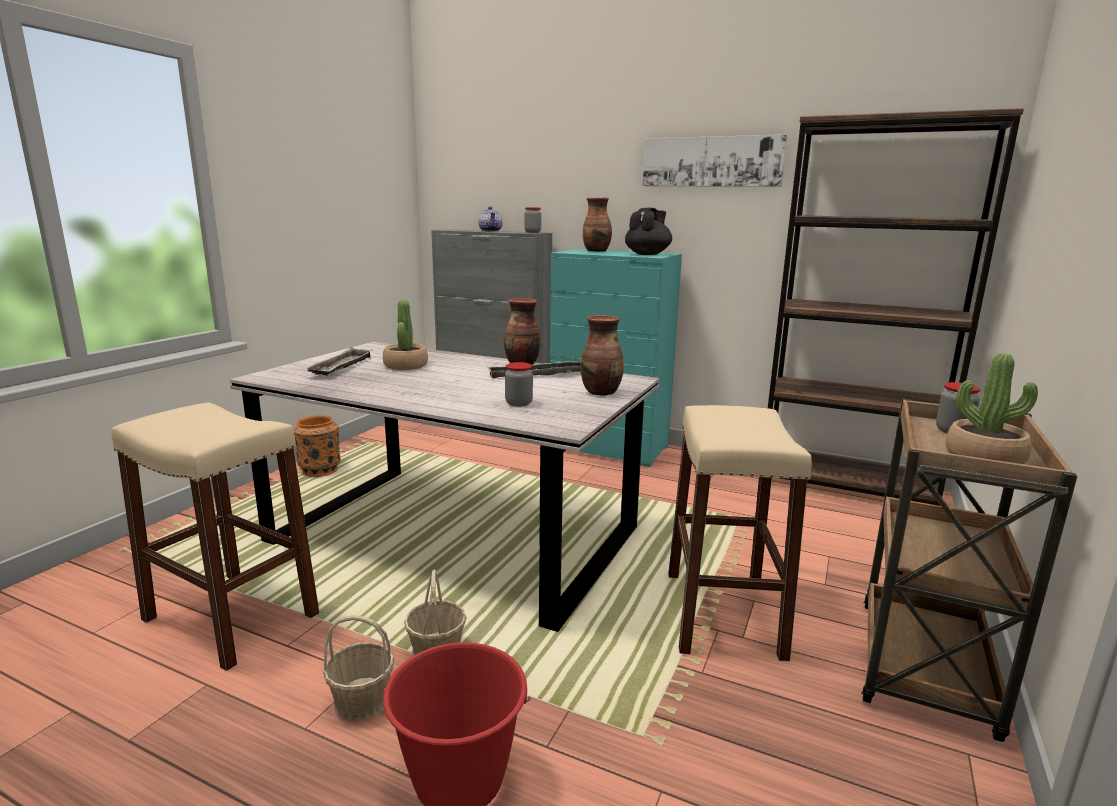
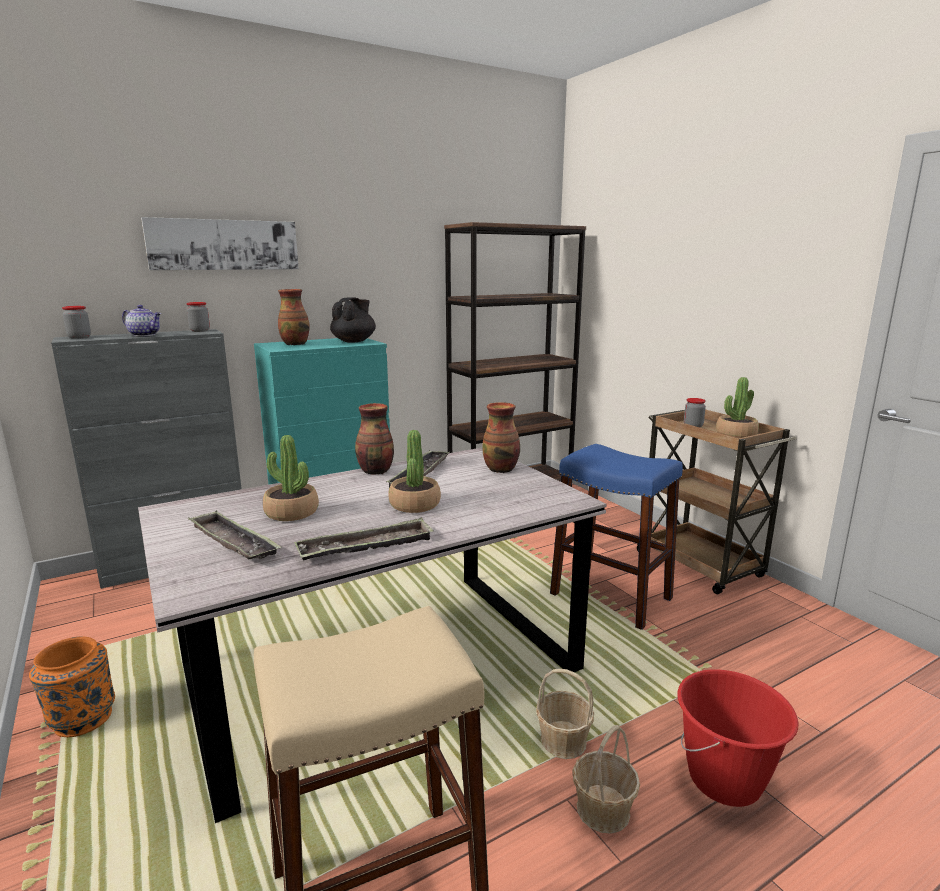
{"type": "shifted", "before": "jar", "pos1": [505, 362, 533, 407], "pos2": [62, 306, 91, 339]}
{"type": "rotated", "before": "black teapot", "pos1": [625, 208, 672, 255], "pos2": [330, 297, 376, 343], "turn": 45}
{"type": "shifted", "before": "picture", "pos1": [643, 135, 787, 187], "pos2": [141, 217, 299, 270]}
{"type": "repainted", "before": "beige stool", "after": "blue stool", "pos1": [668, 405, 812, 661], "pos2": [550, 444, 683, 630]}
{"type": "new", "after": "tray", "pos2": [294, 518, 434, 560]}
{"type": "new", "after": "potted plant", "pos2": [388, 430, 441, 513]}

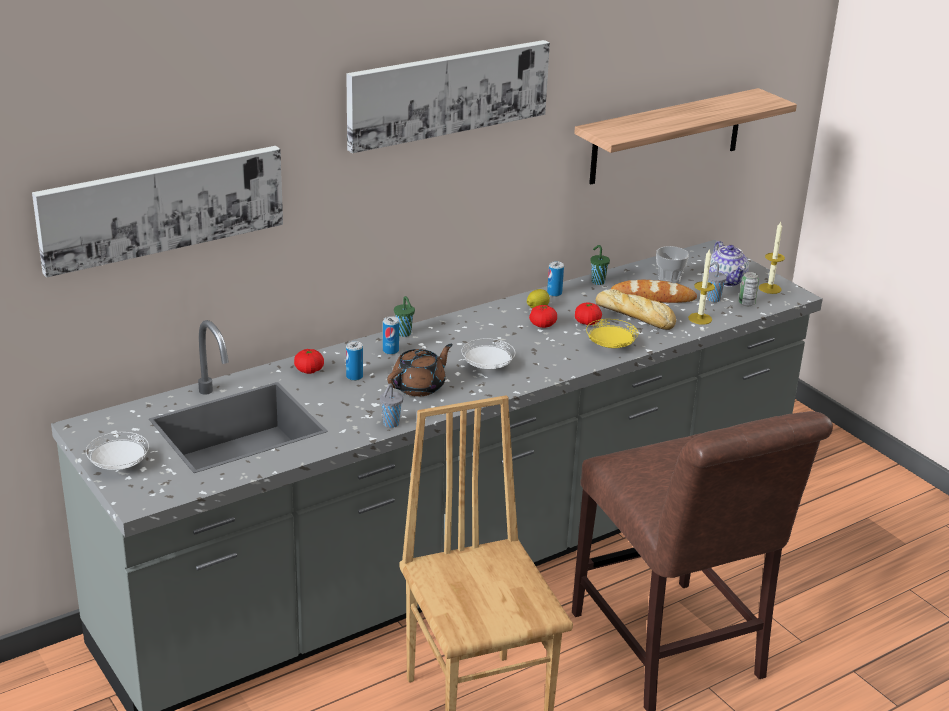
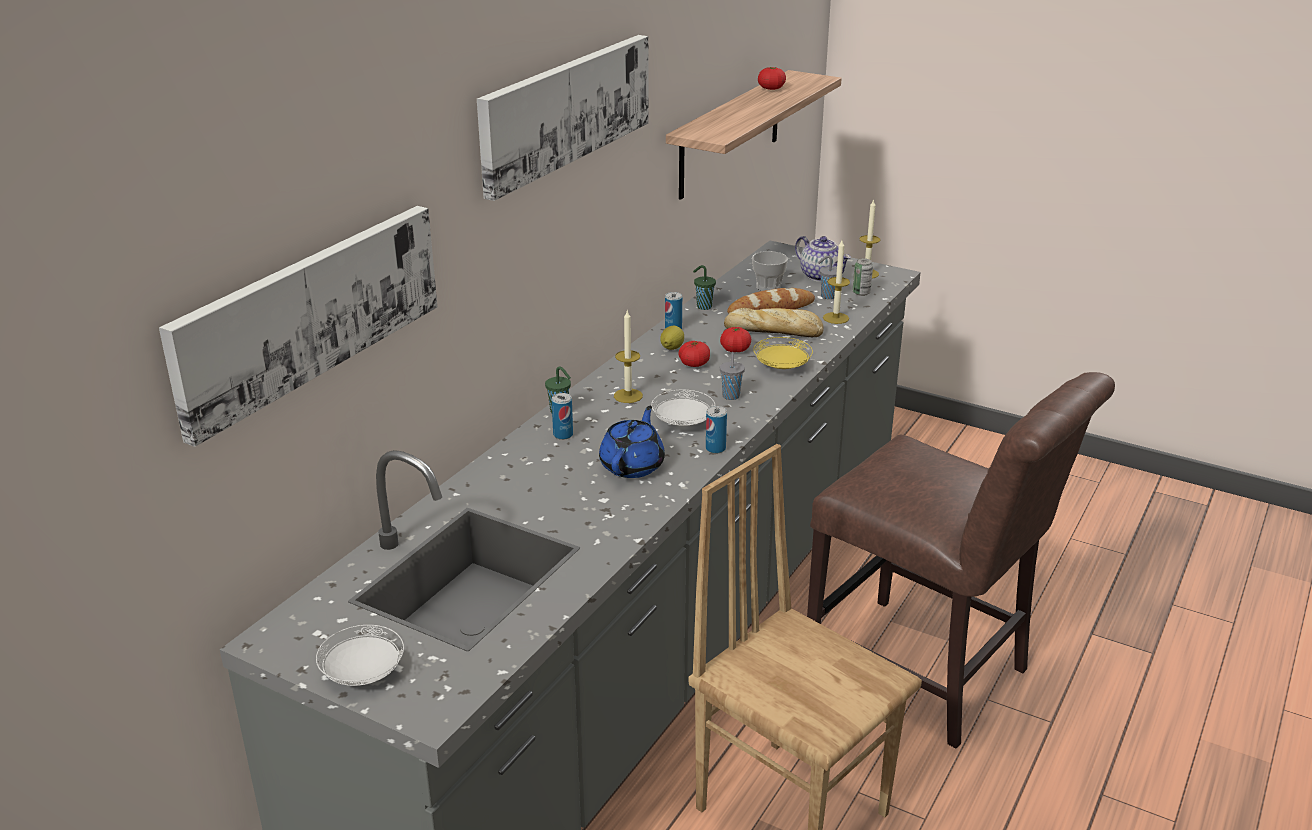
{"type": "shifted", "before": "tomato", "pos1": [294, 349, 324, 374], "pos2": [758, 67, 786, 90]}
{"type": "shifted", "before": "can", "pos1": [346, 341, 363, 381], "pos2": [706, 406, 727, 454]}
{"type": "shifted", "before": "grey cup", "pos1": [380, 383, 403, 428], "pos2": [720, 352, 745, 400]}
{"type": "repainted", "before": "brown teapot", "after": "blue teapot", "pos1": [387, 344, 453, 397], "pos2": [599, 406, 665, 478]}
{"type": "new", "after": "candle", "pos2": [614, 311, 643, 403]}

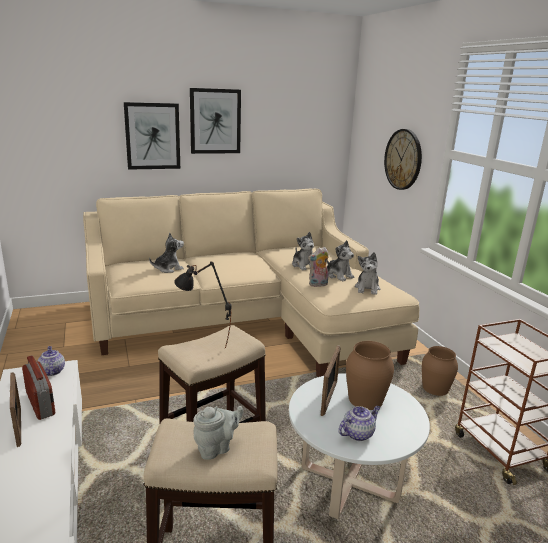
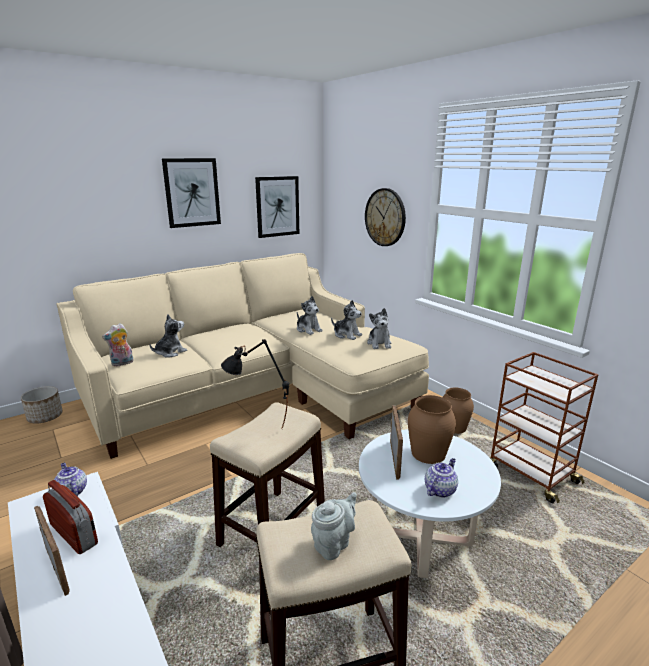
{"type": "shifted", "before": "picture", "pos1": [124, 102, 180, 170], "pos2": [255, 176, 299, 238]}
{"type": "shifted", "before": "plush toy", "pos1": [308, 247, 329, 287], "pos2": [102, 323, 134, 366]}
{"type": "new", "after": "planter", "pos2": [21, 386, 63, 424]}

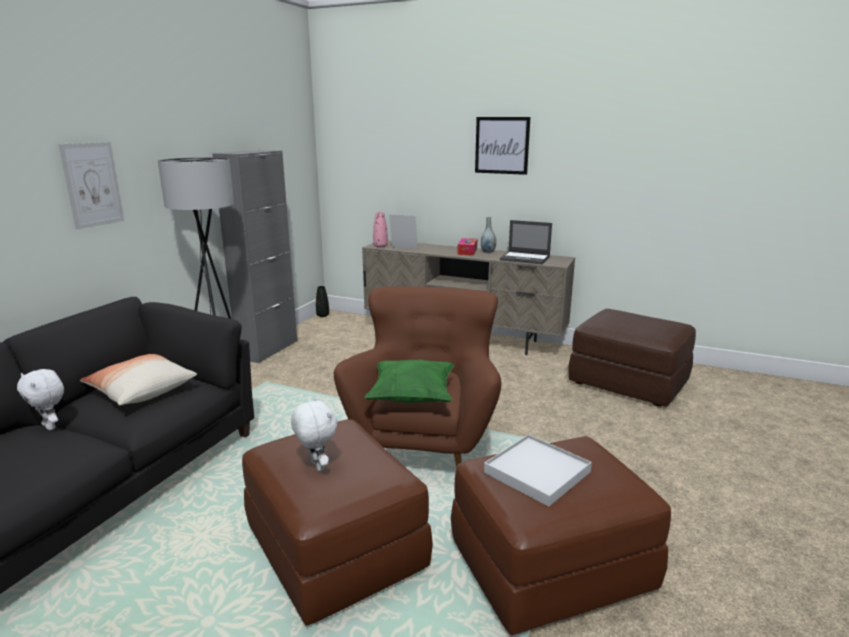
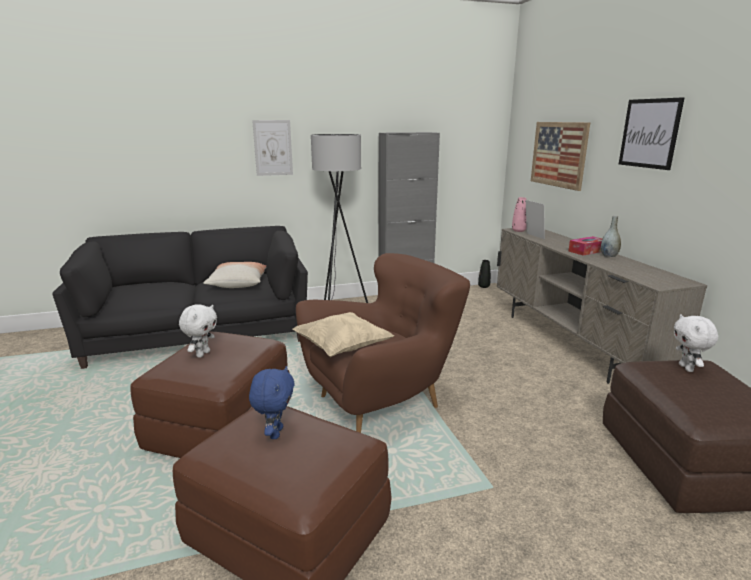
{"type": "shifted", "before": "white plush toy", "pos1": [17, 369, 64, 430], "pos2": [674, 314, 718, 372]}
{"type": "repainted", "before": "green pillow", "after": "beige pillow", "pos1": [364, 359, 455, 403], "pos2": [292, 312, 395, 357]}
{"type": "swapped", "before": "white tray", "after": "blue plush toy", "pos1": [484, 434, 592, 507], "pos2": [249, 366, 295, 439]}
{"type": "gone", "before": "laptop", "pos1": [500, 220, 552, 264]}
{"type": "new", "after": "picture", "pos2": [531, 122, 590, 191]}

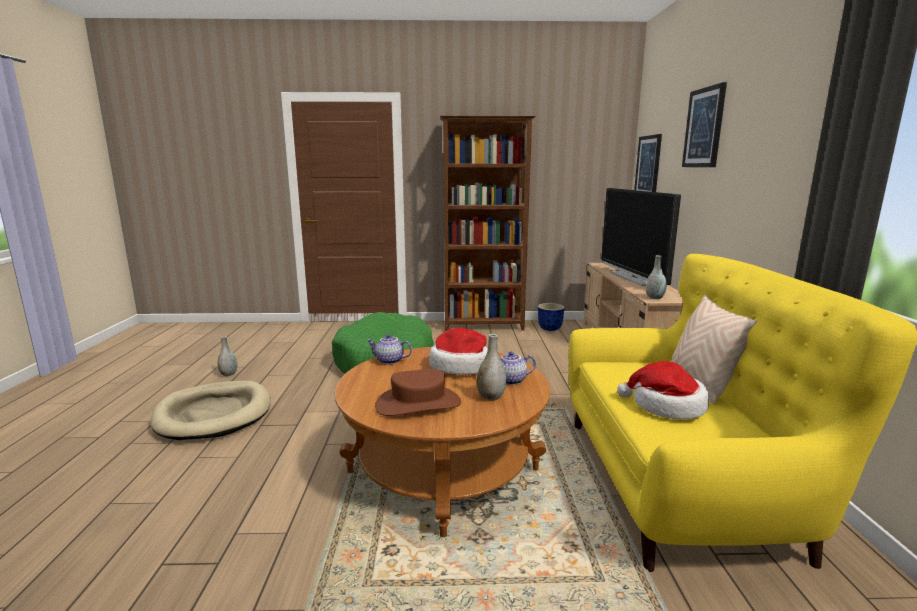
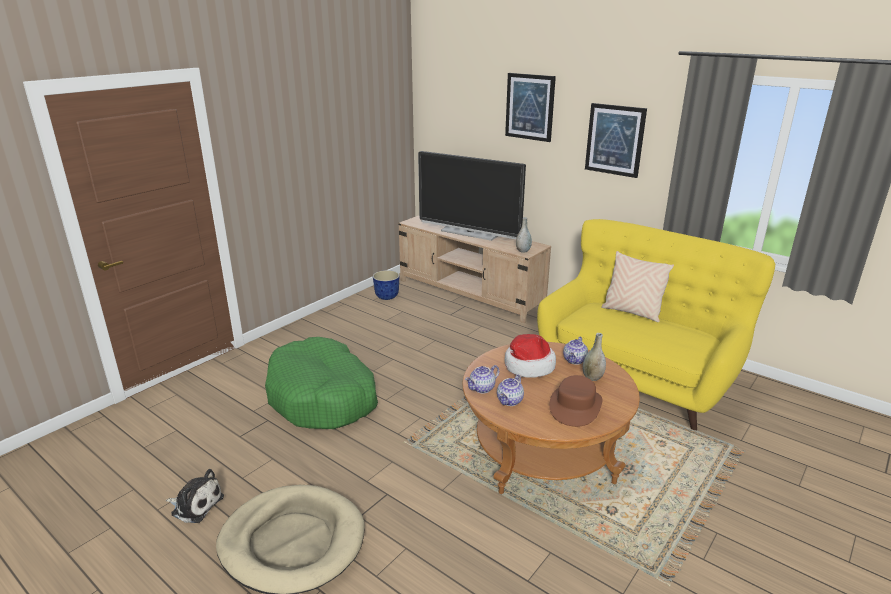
{"type": "swapped", "before": "grey vase", "after": "plush toy", "pos1": [218, 336, 237, 376], "pos2": [166, 469, 224, 523]}
{"type": "gone", "before": "brown bookcase", "pos1": [440, 116, 536, 331]}
{"type": "gone", "before": "hat", "pos1": [617, 361, 709, 420]}
{"type": "shifted", "before": "picture", "pos1": [634, 134, 662, 192], "pos2": [585, 103, 647, 178]}
{"type": "new", "after": "teapot", "pos2": [497, 375, 524, 406]}

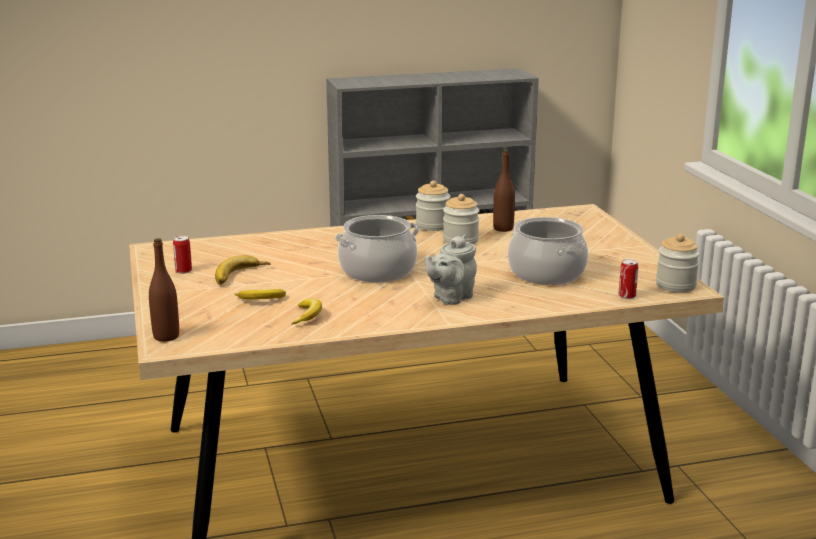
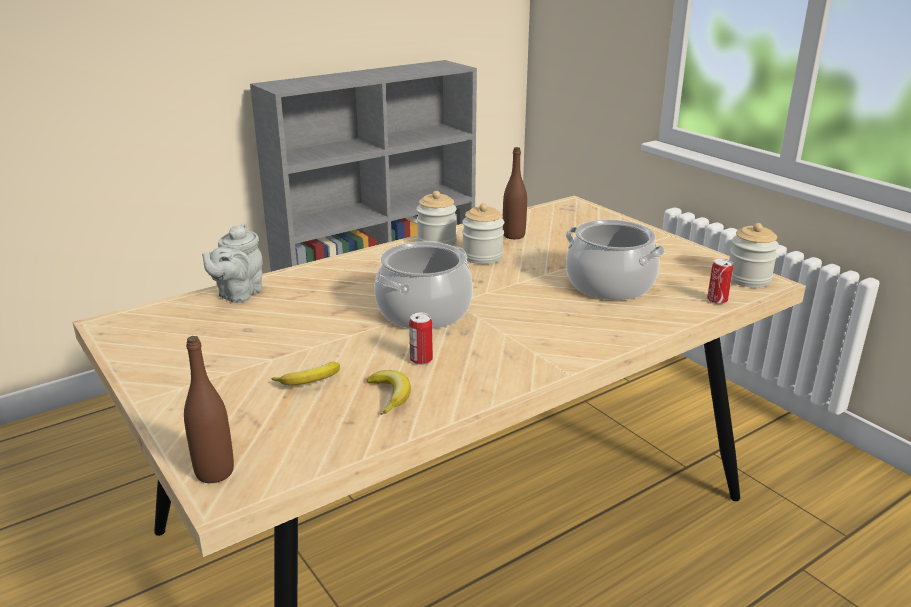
{"type": "shifted", "before": "can", "pos1": [173, 236, 192, 274], "pos2": [409, 313, 433, 365]}
{"type": "gone", "before": "banana", "pos1": [215, 255, 271, 285]}
{"type": "shifted", "before": "grey teapot", "pos1": [425, 235, 477, 305], "pos2": [202, 223, 263, 303]}

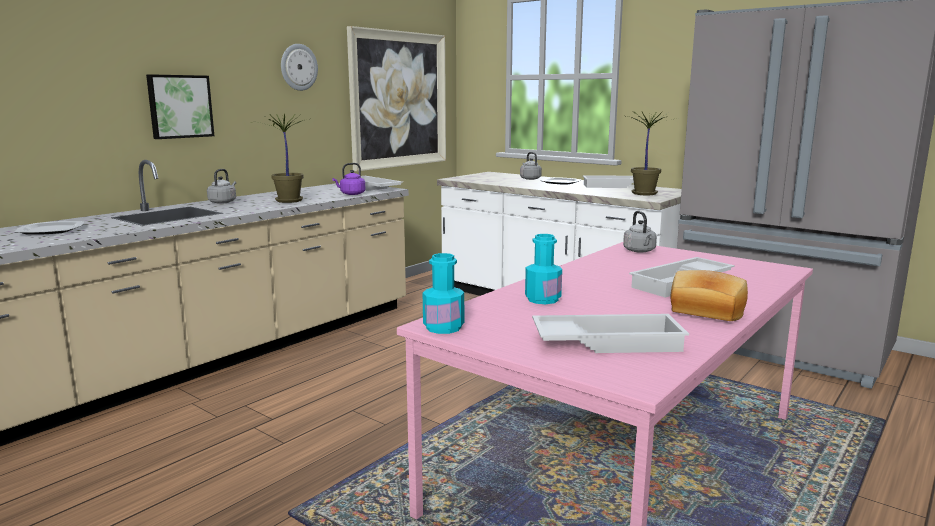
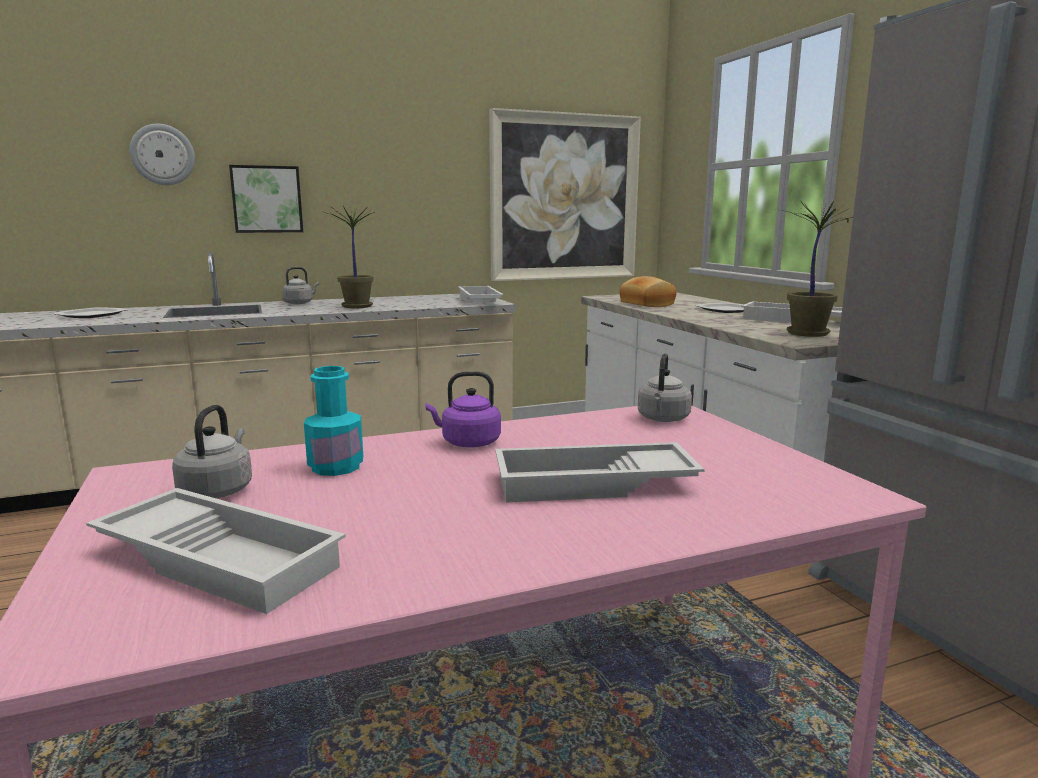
{"type": "shifted", "before": "wall clock", "pos1": [281, 44, 318, 91], "pos2": [129, 124, 195, 185]}
{"type": "shifted", "before": "purple kettle", "pos1": [332, 163, 365, 195], "pos2": [425, 371, 501, 448]}
{"type": "gone", "before": "turquoise bottle", "pos1": [423, 253, 464, 334]}
{"type": "shifted", "before": "grey kettle", "pos1": [520, 152, 542, 180], "pos2": [172, 405, 252, 498]}
{"type": "shifted", "before": "bread", "pos1": [671, 270, 748, 321], "pos2": [619, 276, 677, 307]}

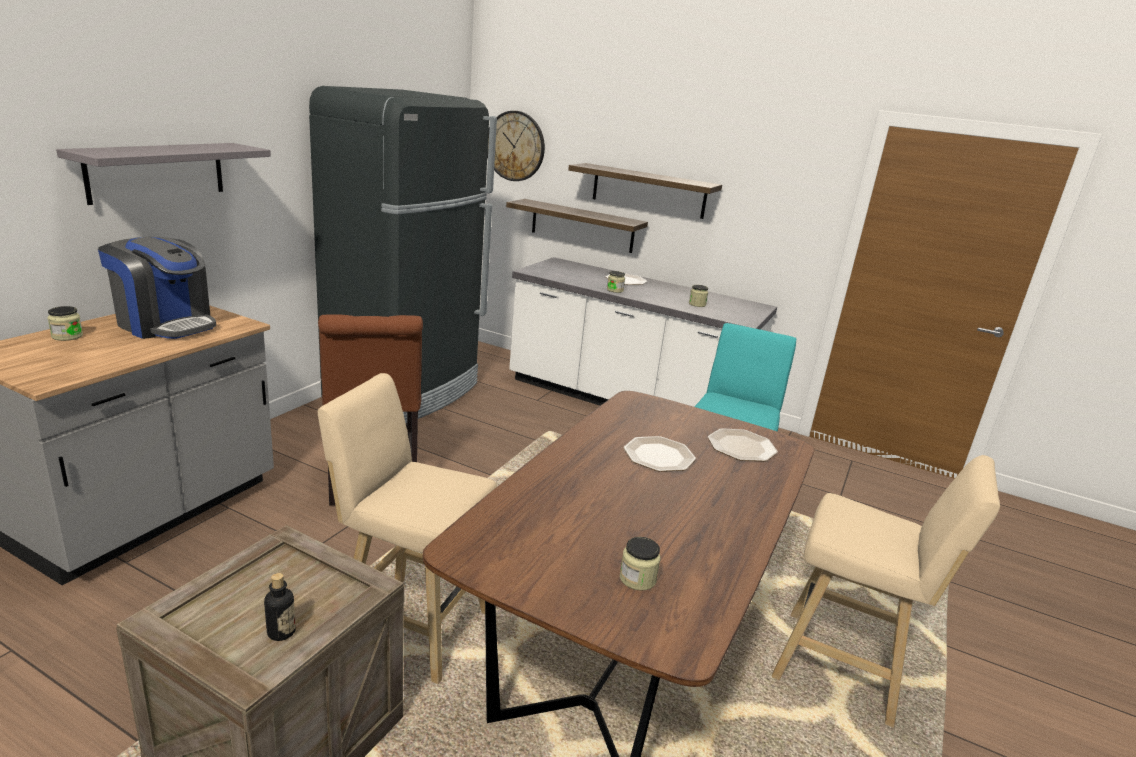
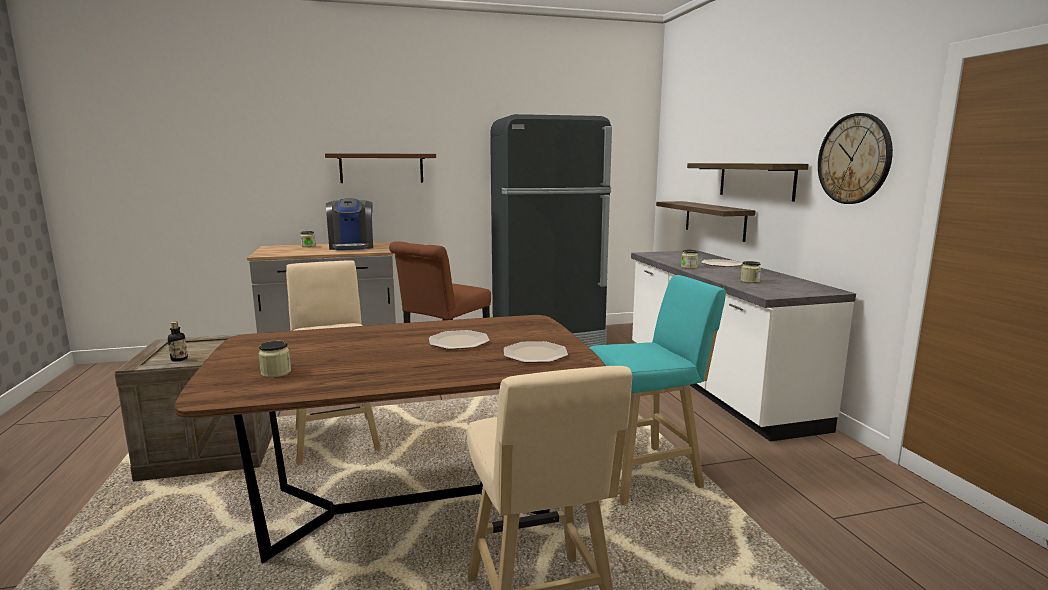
{"type": "repainted", "before": "grey shelf", "after": "brown shelf", "pos1": [56, 143, 271, 205], "pos2": [325, 153, 436, 183]}
{"type": "shifted", "before": "wall clock", "pos1": [487, 111, 545, 181], "pos2": [818, 113, 893, 204]}

